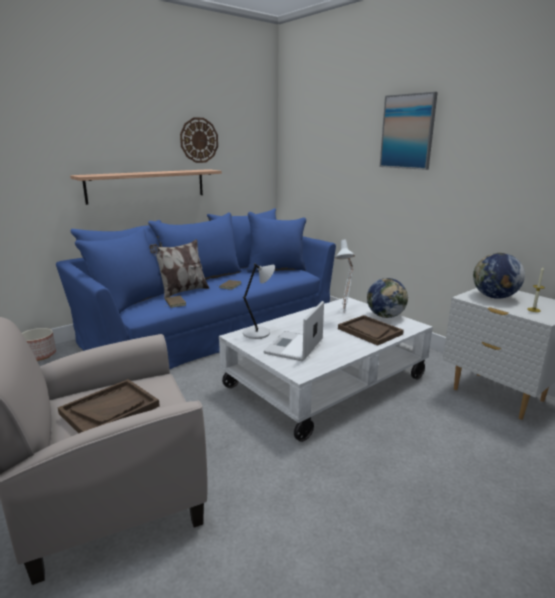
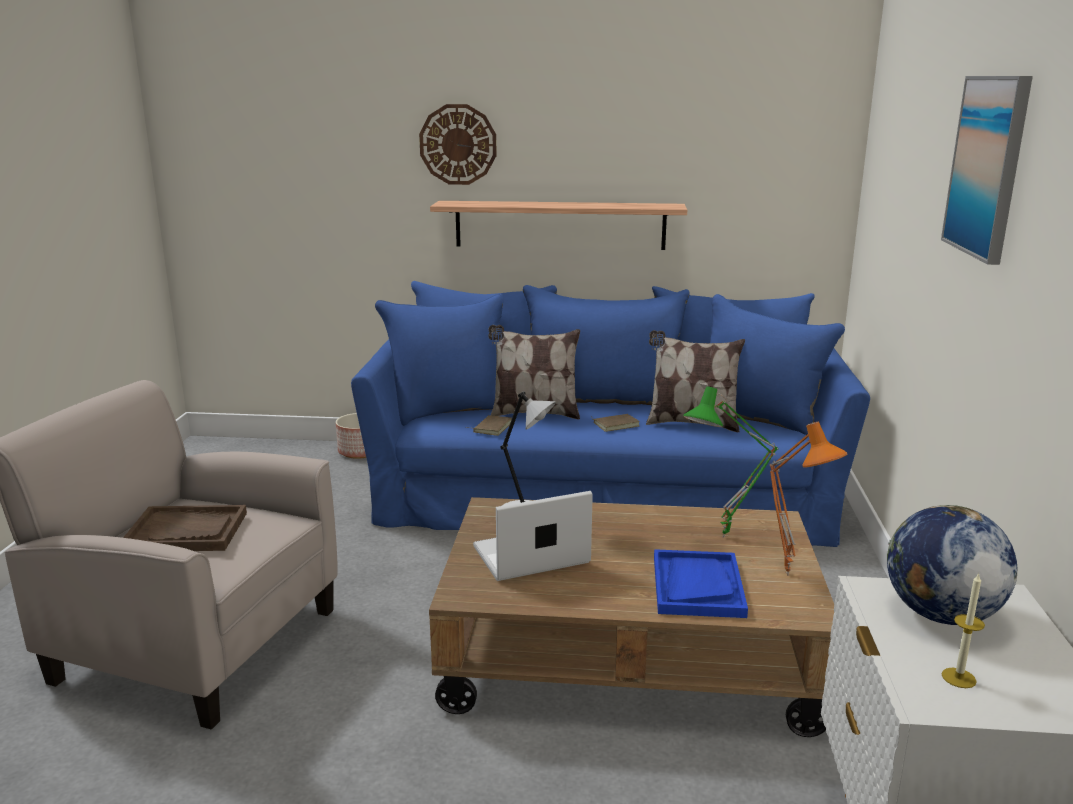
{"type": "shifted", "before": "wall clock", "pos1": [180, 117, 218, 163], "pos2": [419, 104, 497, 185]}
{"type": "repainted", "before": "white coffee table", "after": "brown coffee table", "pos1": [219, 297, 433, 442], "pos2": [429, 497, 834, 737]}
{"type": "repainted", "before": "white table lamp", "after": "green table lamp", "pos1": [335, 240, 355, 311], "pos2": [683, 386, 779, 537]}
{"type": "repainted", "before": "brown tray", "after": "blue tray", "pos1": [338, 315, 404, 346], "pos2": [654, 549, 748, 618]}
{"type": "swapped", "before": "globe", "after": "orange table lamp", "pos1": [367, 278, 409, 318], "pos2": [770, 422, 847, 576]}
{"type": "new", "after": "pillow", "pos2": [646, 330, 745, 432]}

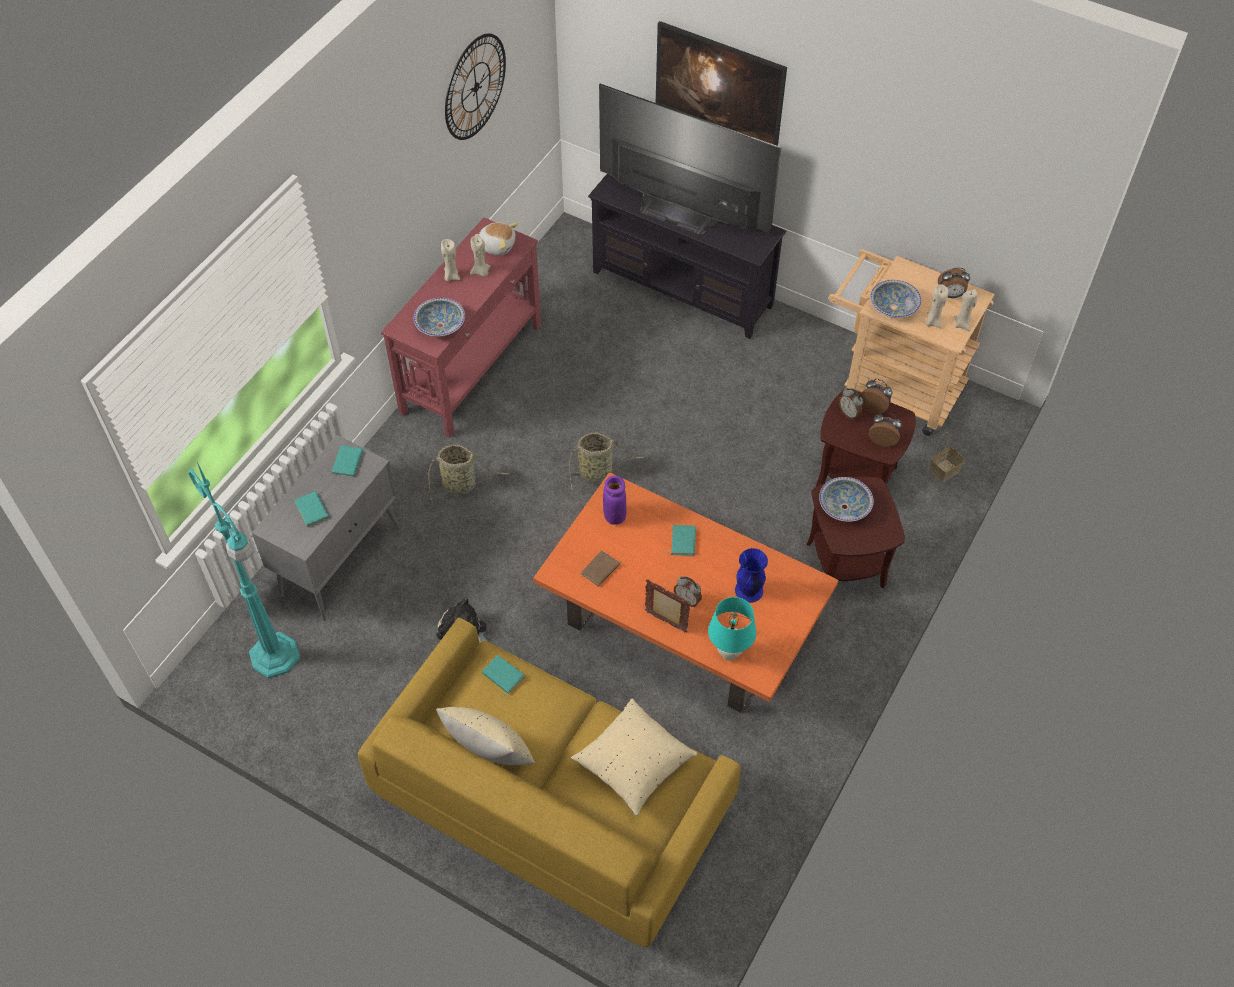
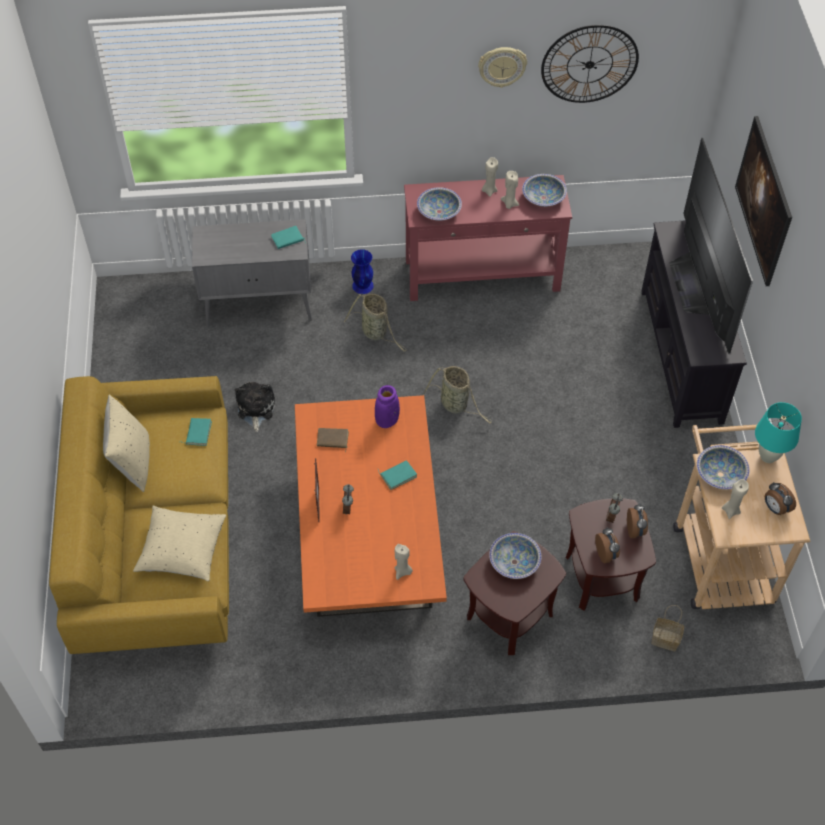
{"type": "gone", "before": "turquoise floor lamp", "pos1": [189, 462, 300, 679]}
{"type": "gone", "before": "turquoise book", "pos1": [294, 489, 329, 527]}
{"type": "swapped", "before": "plush toy", "after": "bowl", "pos1": [475, 222, 518, 256], "pos2": [522, 174, 567, 207]}
{"type": "shifted", "before": "turquoise table lamp", "pos1": [708, 597, 756, 661], "pos2": [755, 402, 802, 463]}
{"type": "shifted", "before": "blue vase", "pos1": [735, 548, 768, 603], "pos2": [351, 249, 374, 294]}
{"type": "shifted", "before": "beige candle", "pos1": [954, 289, 978, 331], "pos2": [394, 544, 413, 580]}
{"type": "new", "after": "wall clock", "pos2": [478, 47, 527, 88]}

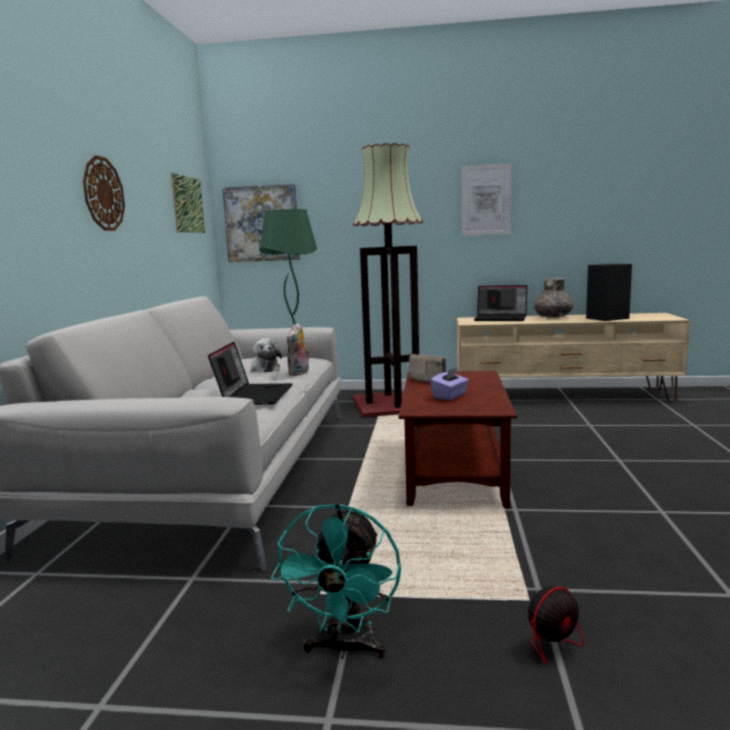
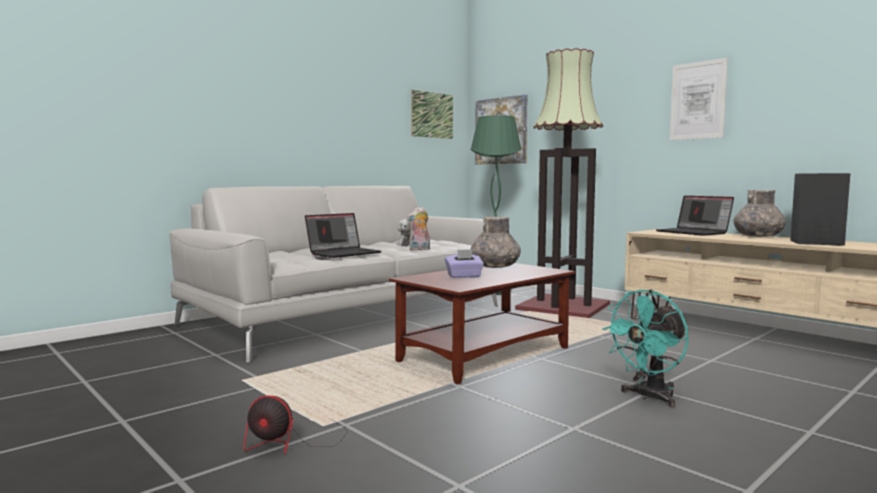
{"type": "gone", "before": "wall clock", "pos1": [83, 155, 125, 231]}
{"type": "shifted", "before": "turquoise fan", "pos1": [271, 503, 401, 659], "pos2": [602, 290, 689, 407]}
{"type": "swapped", "before": "radio", "after": "grey vase", "pos1": [409, 354, 446, 382], "pos2": [471, 217, 521, 268]}

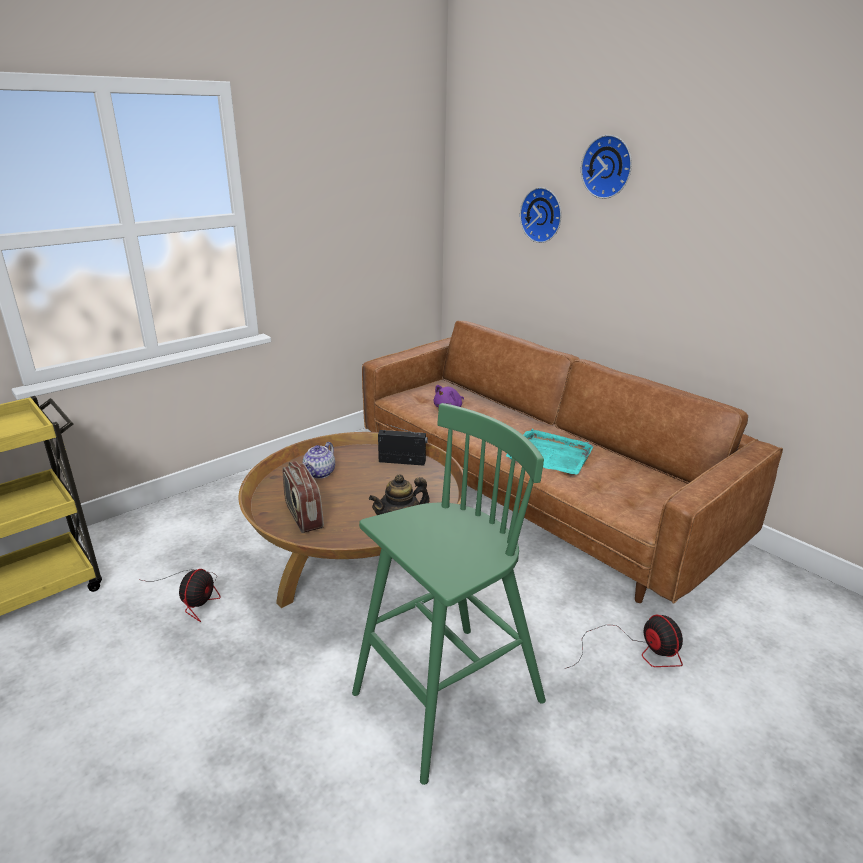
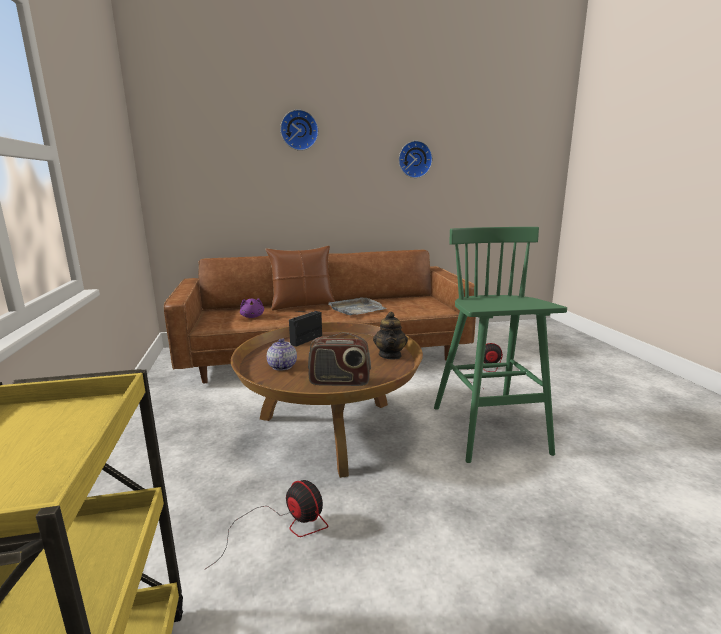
{"type": "rotated", "before": "teapot", "pos1": [303, 442, 335, 479], "pos2": [267, 339, 297, 371], "turn": -150}
{"type": "repainted", "before": "turquoise tray", "after": "grey tray", "pos1": [506, 429, 593, 475], "pos2": [329, 297, 387, 315]}
{"type": "shifted", "before": "wall clock", "pos1": [520, 187, 562, 243], "pos2": [399, 141, 433, 178]}
{"type": "new", "after": "brown pillow", "pos2": [265, 246, 335, 310]}

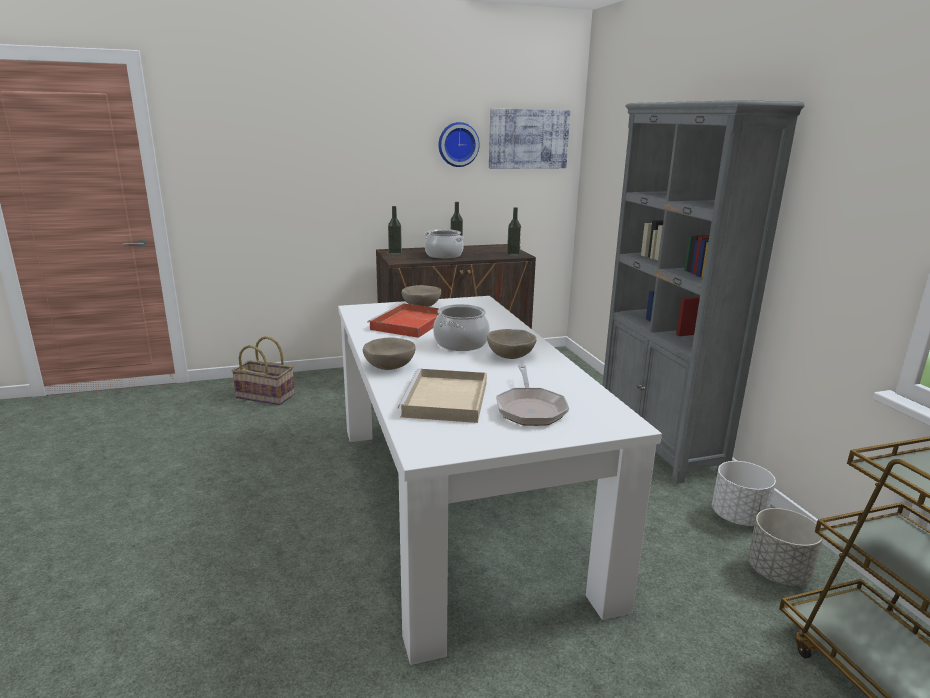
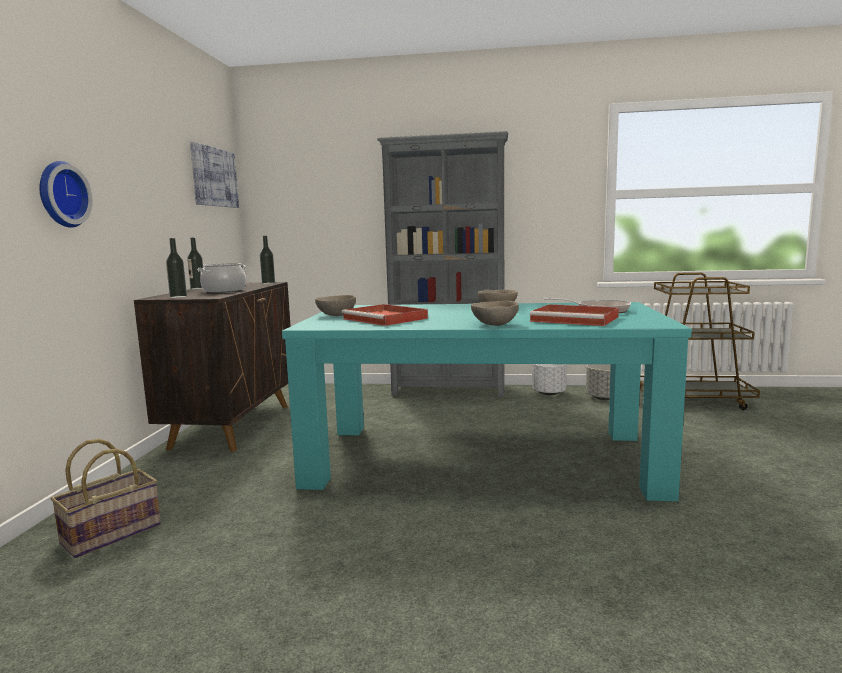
{"type": "repainted", "before": "white dining table", "after": "turquoise dining table", "pos1": [338, 296, 662, 665], "pos2": [282, 302, 692, 502]}
{"type": "repainted", "before": "beige tray", "after": "red tray", "pos1": [398, 369, 487, 423], "pos2": [530, 304, 619, 326]}
{"type": "gone", "before": "cooking pot", "pos1": [433, 304, 490, 351]}
{"type": "shifted", "before": "wall clock", "pos1": [439, 122, 480, 167], "pos2": [39, 161, 93, 228]}

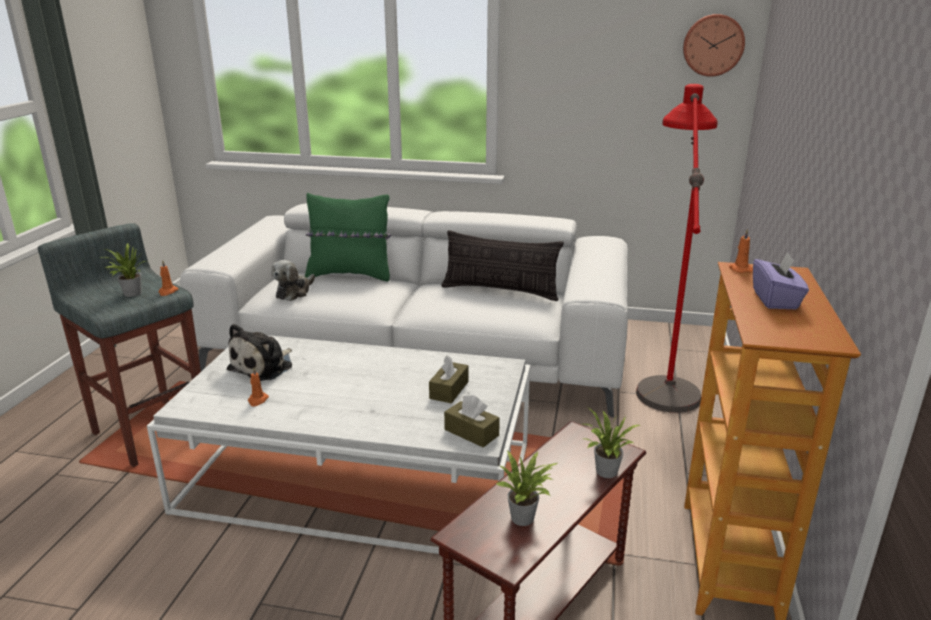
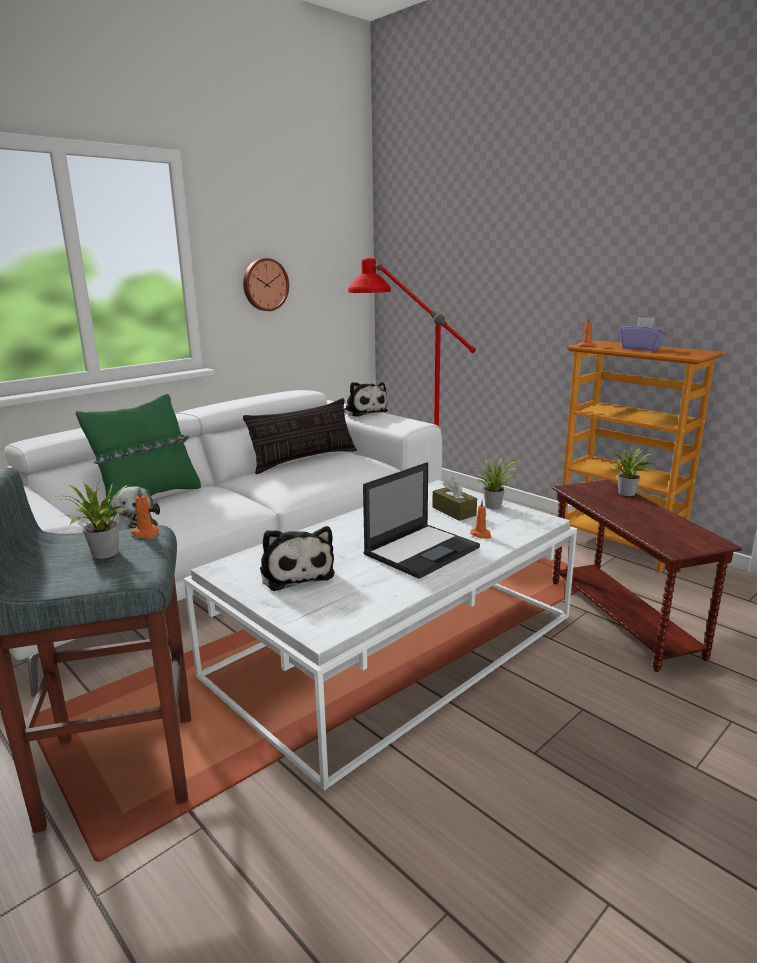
{"type": "shifted", "before": "orange candle", "pos1": [248, 368, 269, 406], "pos2": [470, 500, 491, 539]}
{"type": "gone", "before": "brown tissue box", "pos1": [444, 395, 500, 447]}
{"type": "shifted", "before": "potted plant", "pos1": [496, 450, 557, 526], "pos2": [476, 458, 515, 509]}
{"type": "shifted", "before": "wall clock", "pos1": [683, 14, 745, 77], "pos2": [243, 258, 289, 311]}
{"type": "new", "after": "plush toy", "pos2": [344, 382, 388, 417]}
{"type": "new", "after": "laptop", "pos2": [363, 462, 480, 579]}

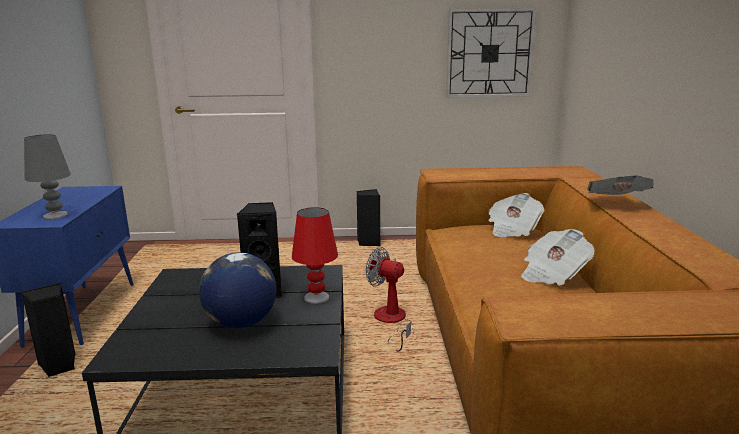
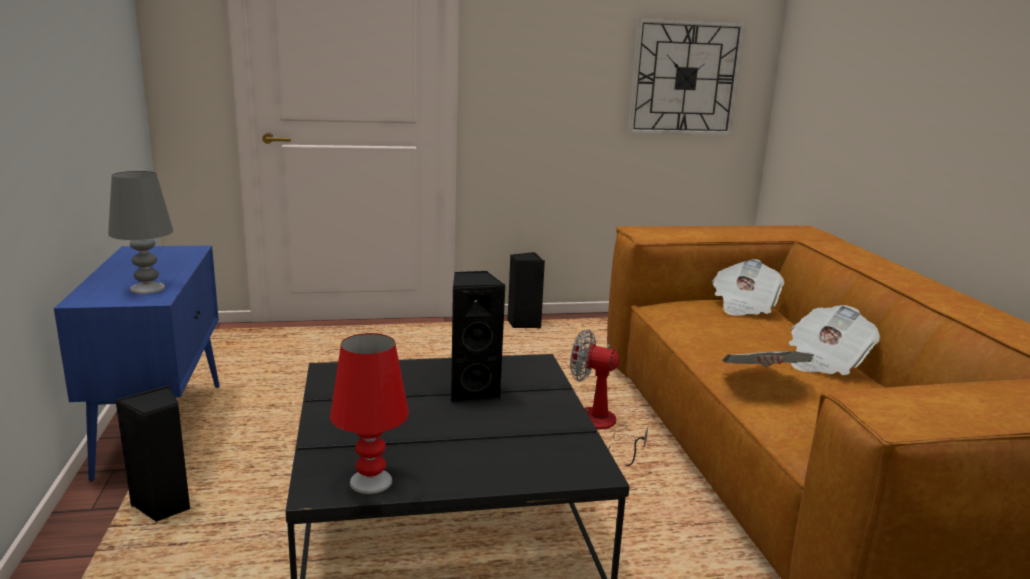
{"type": "gone", "before": "globe", "pos1": [199, 252, 276, 329]}
{"type": "shifted", "before": "red table lamp", "pos1": [292, 207, 338, 304], "pos2": [330, 333, 409, 494]}
{"type": "shifted", "before": "newspaper", "pos1": [587, 176, 654, 195], "pos2": [722, 351, 815, 367]}

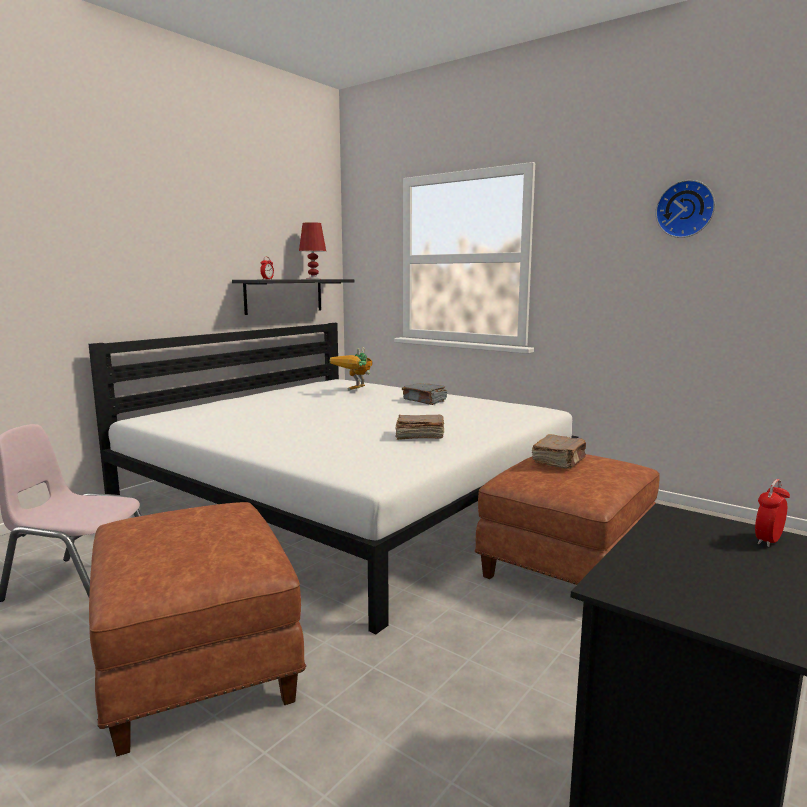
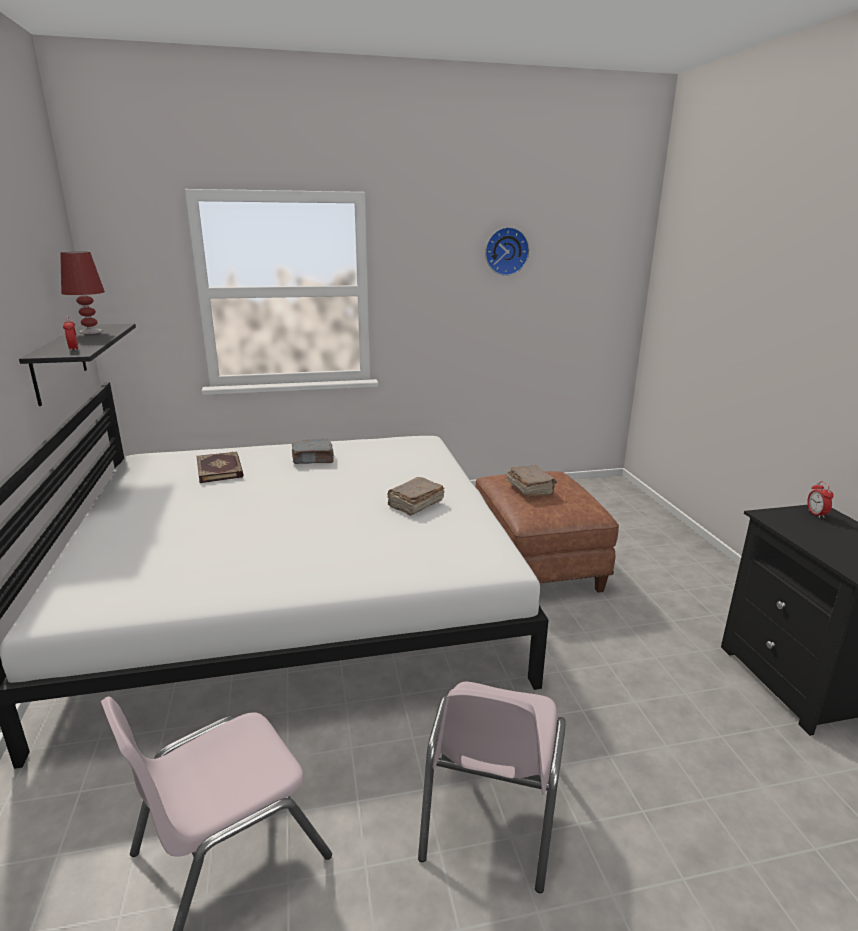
{"type": "swapped", "before": "brown ottoman", "after": "pink chair", "pos1": [89, 502, 306, 756], "pos2": [418, 682, 566, 893]}
{"type": "swapped", "before": "toy robot", "after": "book", "pos1": [330, 347, 373, 391], "pos2": [197, 452, 244, 483]}

